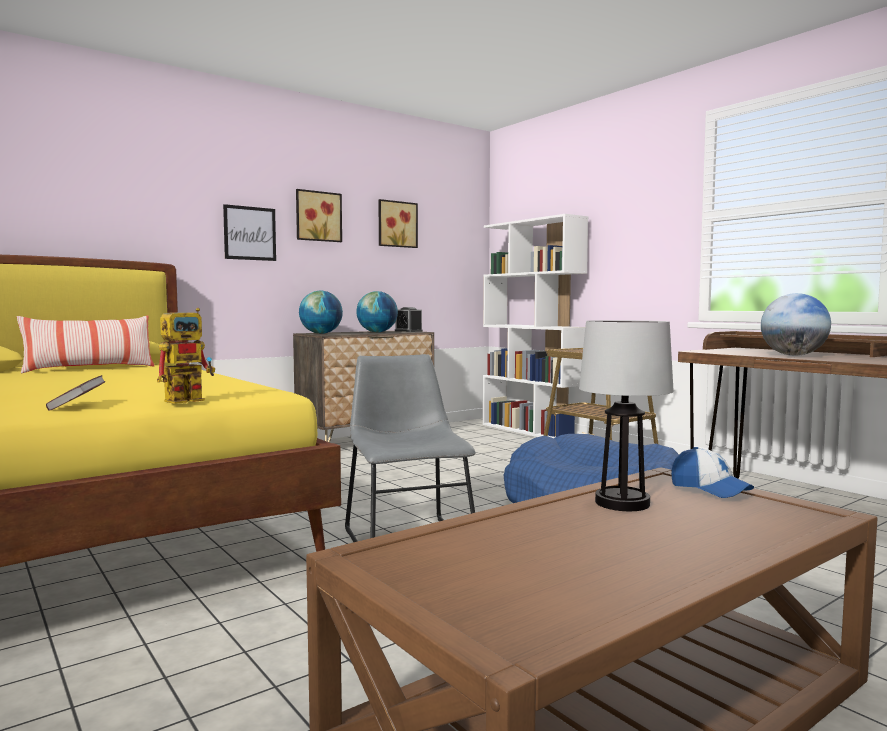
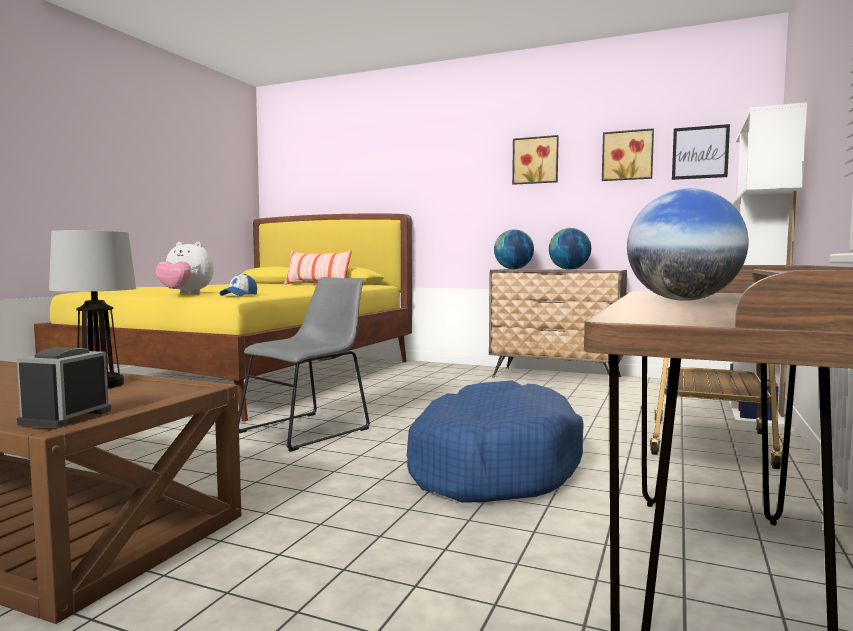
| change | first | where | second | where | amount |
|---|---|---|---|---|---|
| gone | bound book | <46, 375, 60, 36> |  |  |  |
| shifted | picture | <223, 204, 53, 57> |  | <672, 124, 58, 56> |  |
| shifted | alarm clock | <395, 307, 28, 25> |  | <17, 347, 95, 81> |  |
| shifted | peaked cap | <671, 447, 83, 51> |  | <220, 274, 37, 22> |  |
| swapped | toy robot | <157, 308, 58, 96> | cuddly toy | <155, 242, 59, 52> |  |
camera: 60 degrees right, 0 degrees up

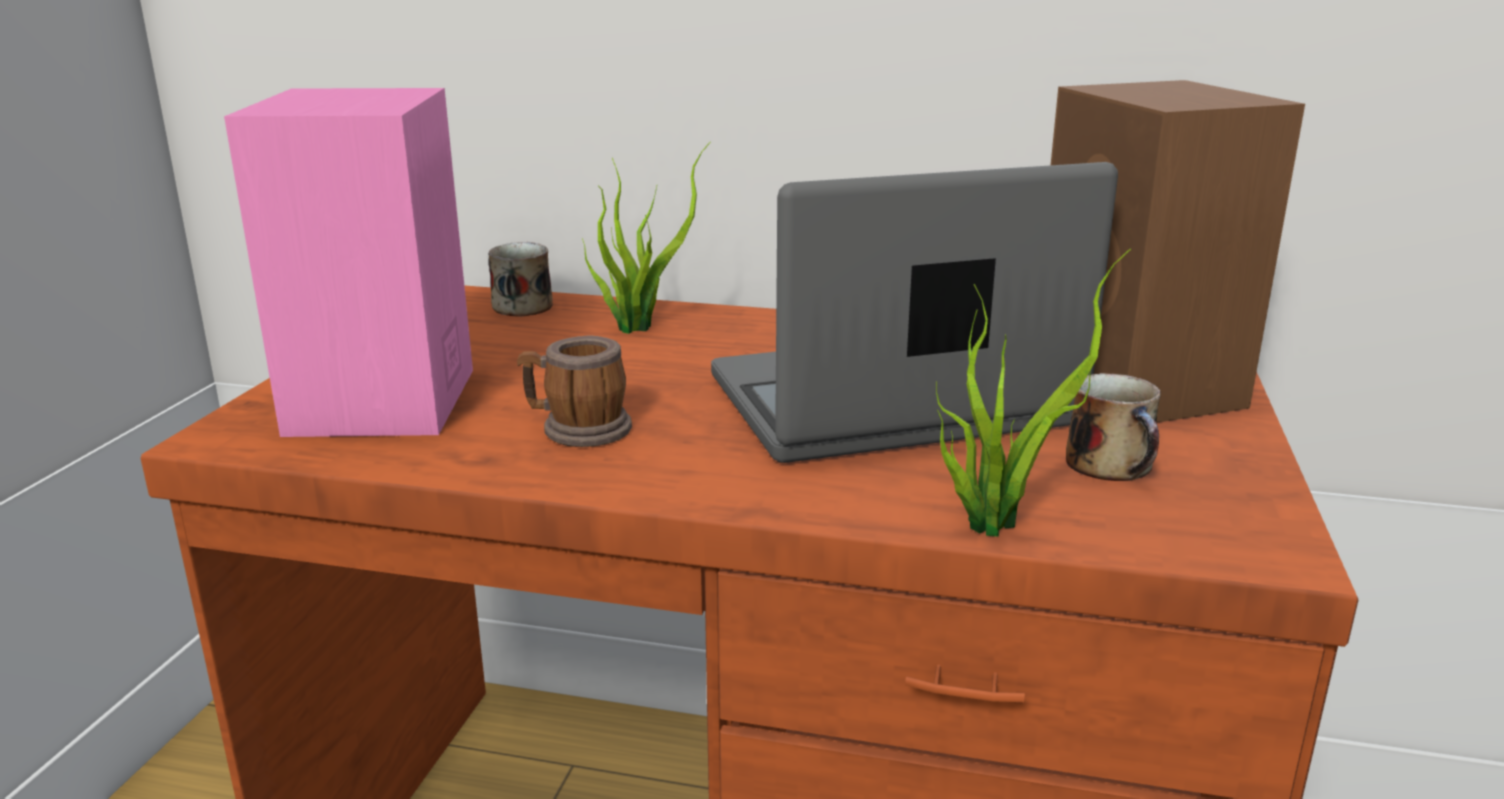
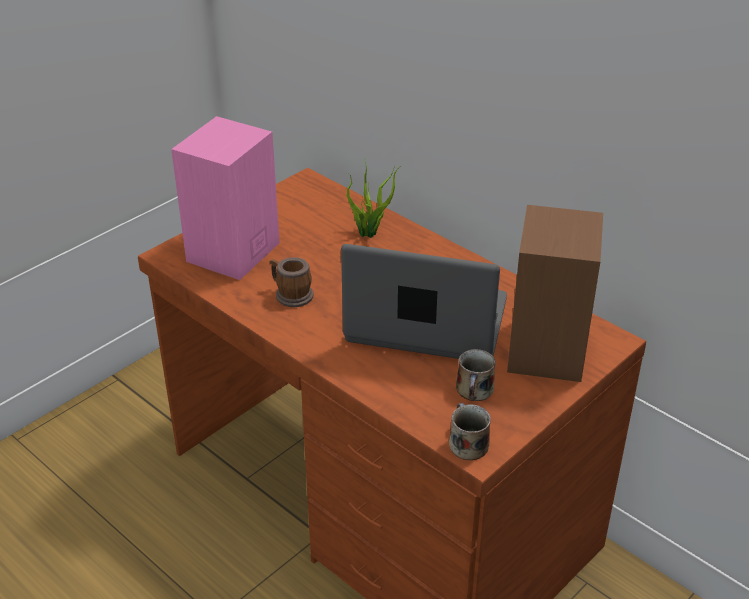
| change | first | where | second | where | amount |
|---|---|---|---|---|---|
| gone | houseplant | <936, 249, 195, 288> |  |  |  |
| shifted | coffee mug | <489, 242, 64, 74> |  | <449, 403, 42, 57> |  |
camera: 30 degrees right, 15 degrees up

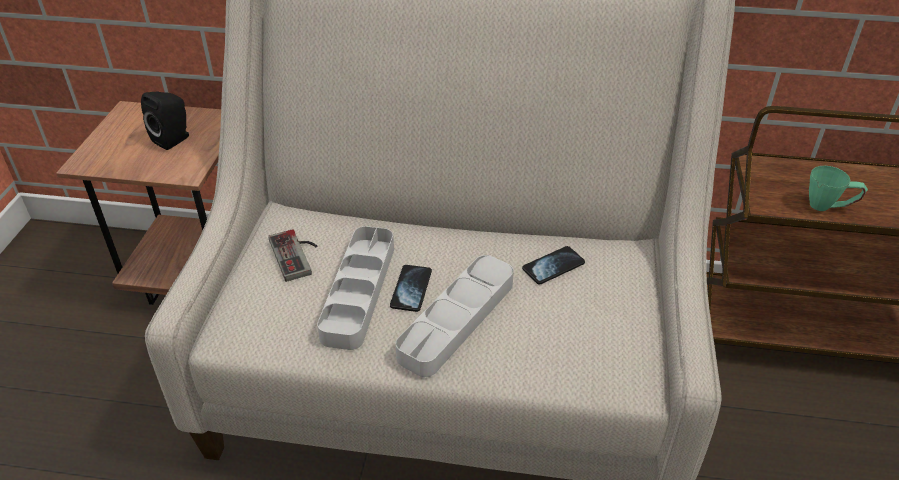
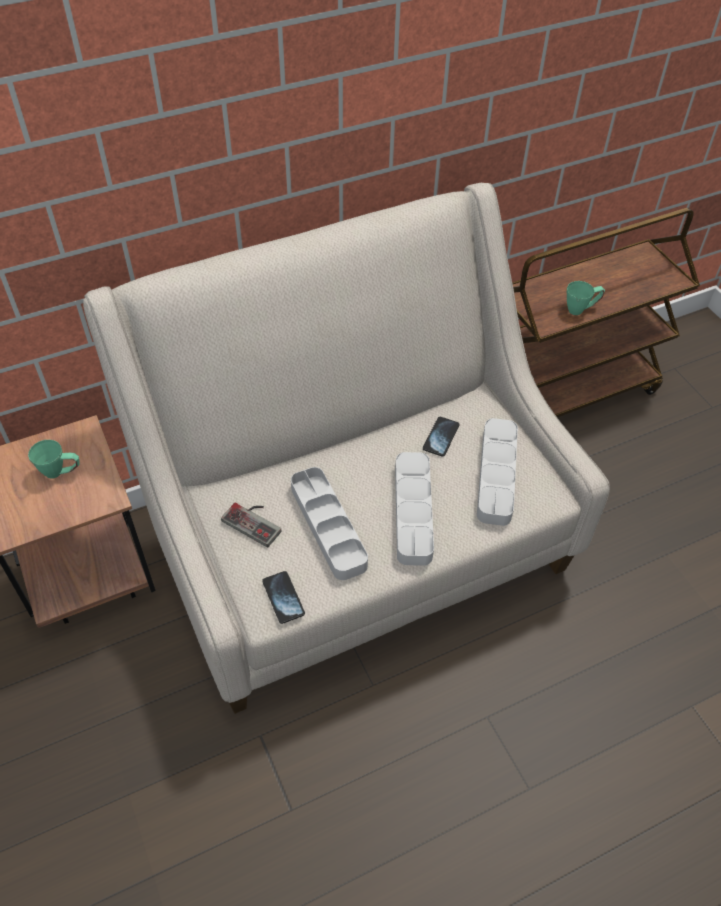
| change | first | where | second | where | amount |
|---|---|---|---|---|---|
| new |  |  | gray serving tray | <477, 418, 41, 108> |  |
| shifted | telephone | <390, 265, 42, 47> |  | <262, 571, 43, 53> |  |
| swapped | blackish audio speaker | <141, 92, 48, 58> | green coffee mug | <28, 440, 52, 39> |  |
camera: 35 degrees left, 10 degrees up

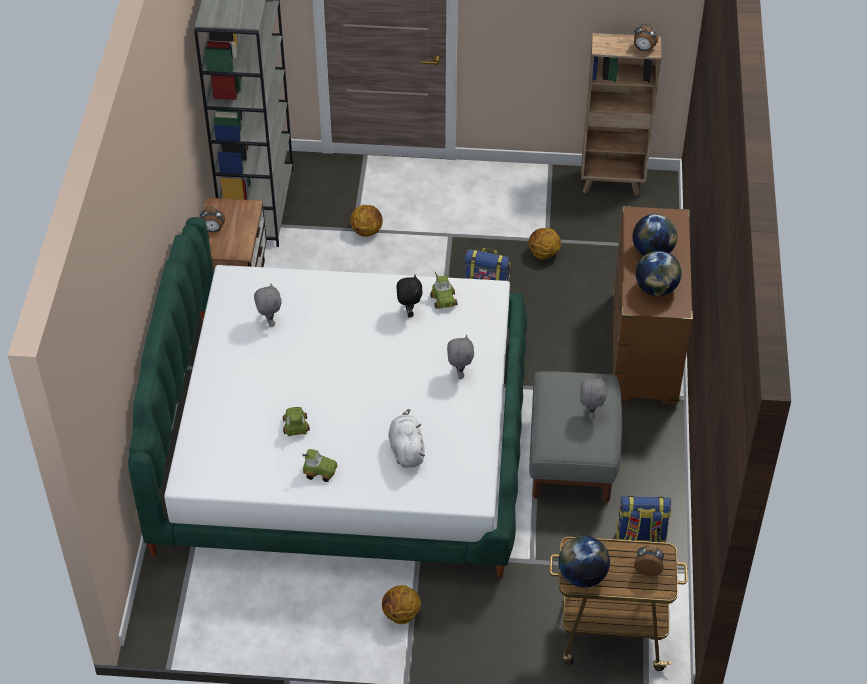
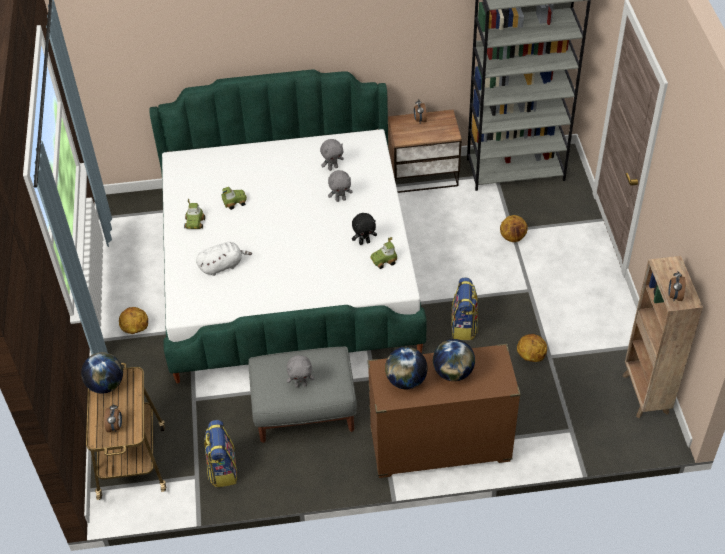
| change | first | where | second | where | amount |
|---|---|---|---|---|---|
| shifted | gray cuddly toy | <447, 335, 27, 44> |  | <328, 170, 25, 32> |  |
camera: 80 degrees right, 0 degrees up

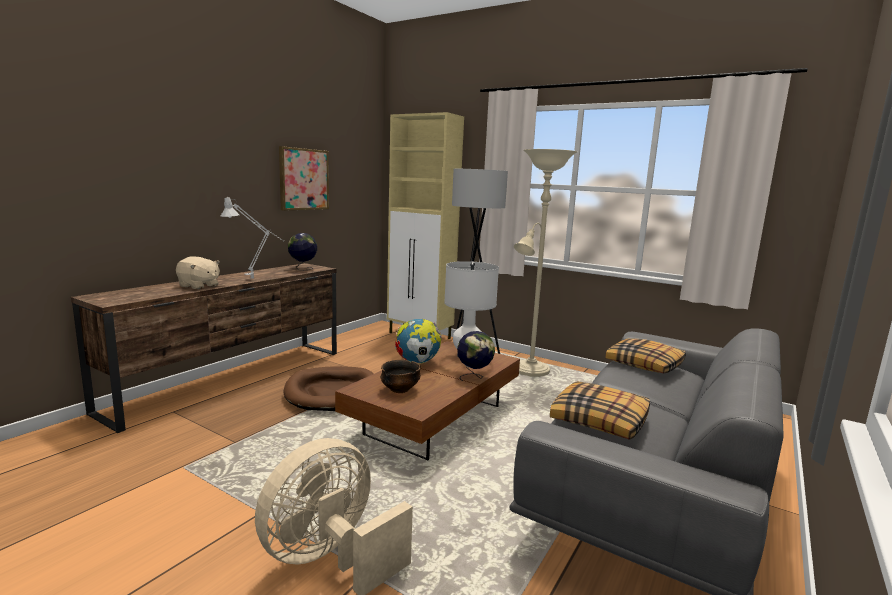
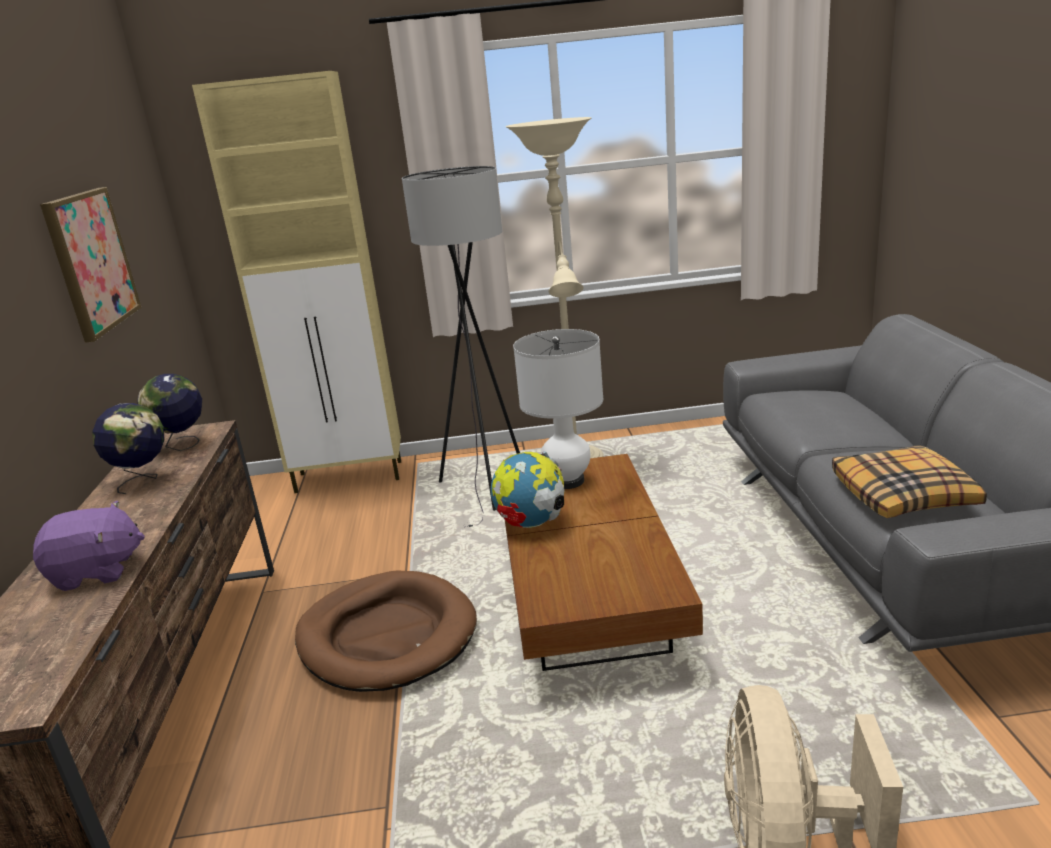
| change | first | where | second | where | amount |
|---|---|---|---|---|---|
| gone | gray table lamp | <221, 197, 63, 82> |  |  |  |
| gone | serving bowl | <381, 360, 40, 33> |  |  |  |
| gone | throw pillow | <605, 338, 81, 35> |  |  |  |
| shifted | globe | <457, 331, 38, 50> |  | <92, 403, 73, 91> |  |
| repainted | sand-coloured cuddly toy | <176, 256, 44, 34> | purplish cuddly toy | <33, 500, 112, 91> |  |
camera: 35 degrees left, 10 degrees up

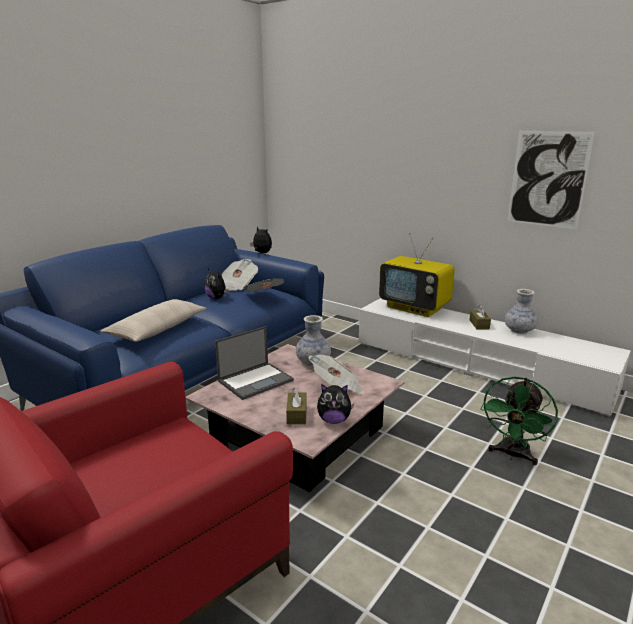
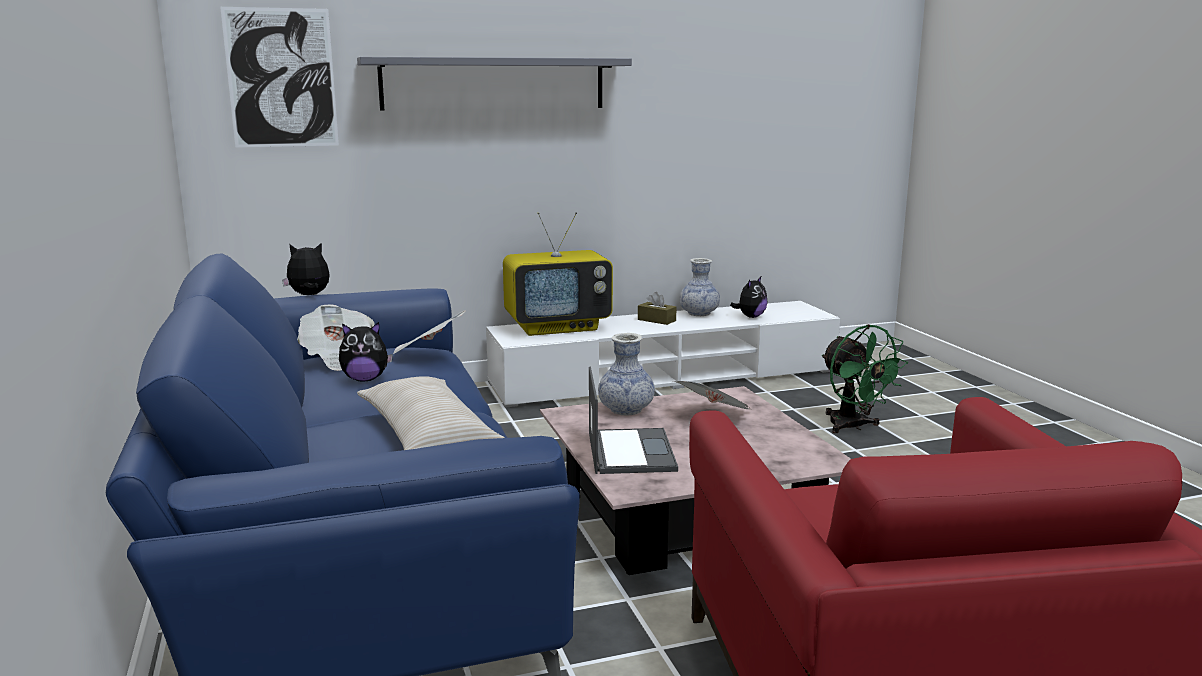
| change | first | where | second | where | amount |
|---|---|---|---|---|---|
| gone | brown-coloured box of tissues | <286, 388, 21, 36> |  |  |  |
| new |  |  | gray wall shelf | <357, 57, 275, 53> |  |
| shifted | cuddly toy | <317, 384, 37, 40> |  | <730, 277, 37, 41> |  |
| shifted | picture | <508, 131, 87, 98> |  | <220, 7, 119, 141> |  |
camera: 55 degrees left, 5 degrees down

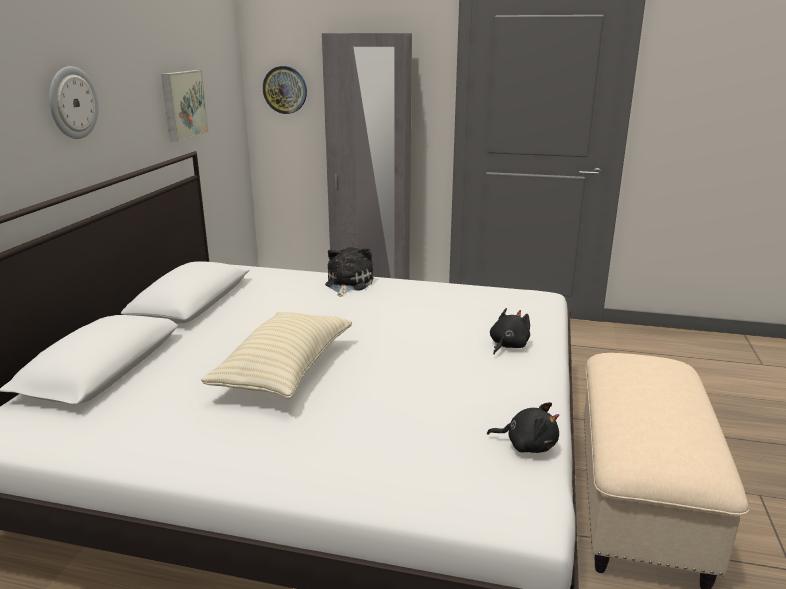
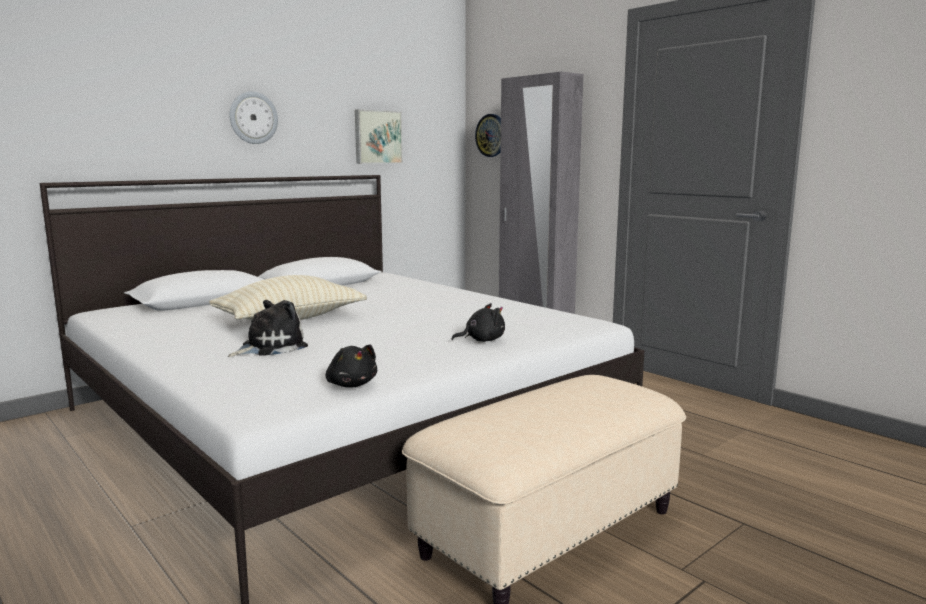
| change | first | where | second | where | amount |
|---|---|---|---|---|---|
| shifted | cuddly toy | <325, 247, 49, 50> |  | <228, 300, 80, 57> |  |
camera: 35 degrees right, 10 degrees down

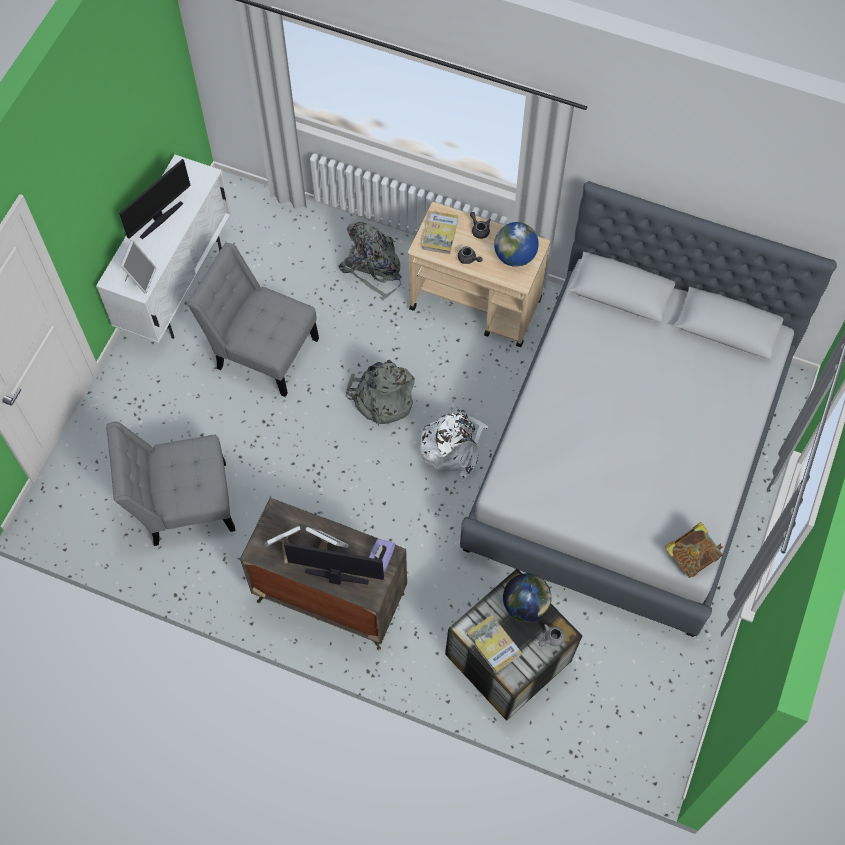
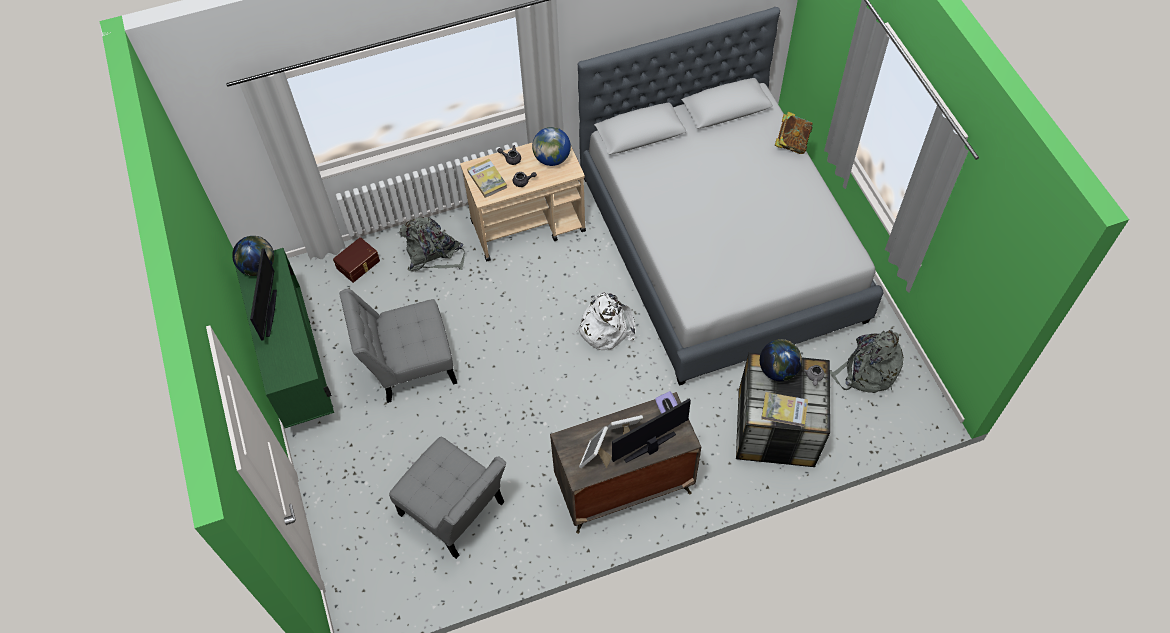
| change | first | where | second | where | amount |
|---|---|---|---|---|---|
| gone | standing frame | <120, 240, 36, 54> |  |  |  |
| new |  |  | globe | <232, 236, 42, 40> |  |
| new |  |  | brown-coloured storage bin | <333, 237, 47, 46> |  |
| shifted | gray knapsack | <346, 360, 69, 66> |  | <830, 330, 74, 63> |  |
| shifted | bound book | <665, 522, 58, 56> |  | <775, 112, 38, 42> |  |
| repainted | white-coloured storage cabinet | <96, 155, 135, 188> | green storage cabinet | <235, 248, 99, 180> |  |
| rotated | gray chair | <106, 422, 129, 124> |  | <389, 437, 117, 122> | 90 degrees counterclockwise |
camera: 40 degrees left, 5 degrees down

